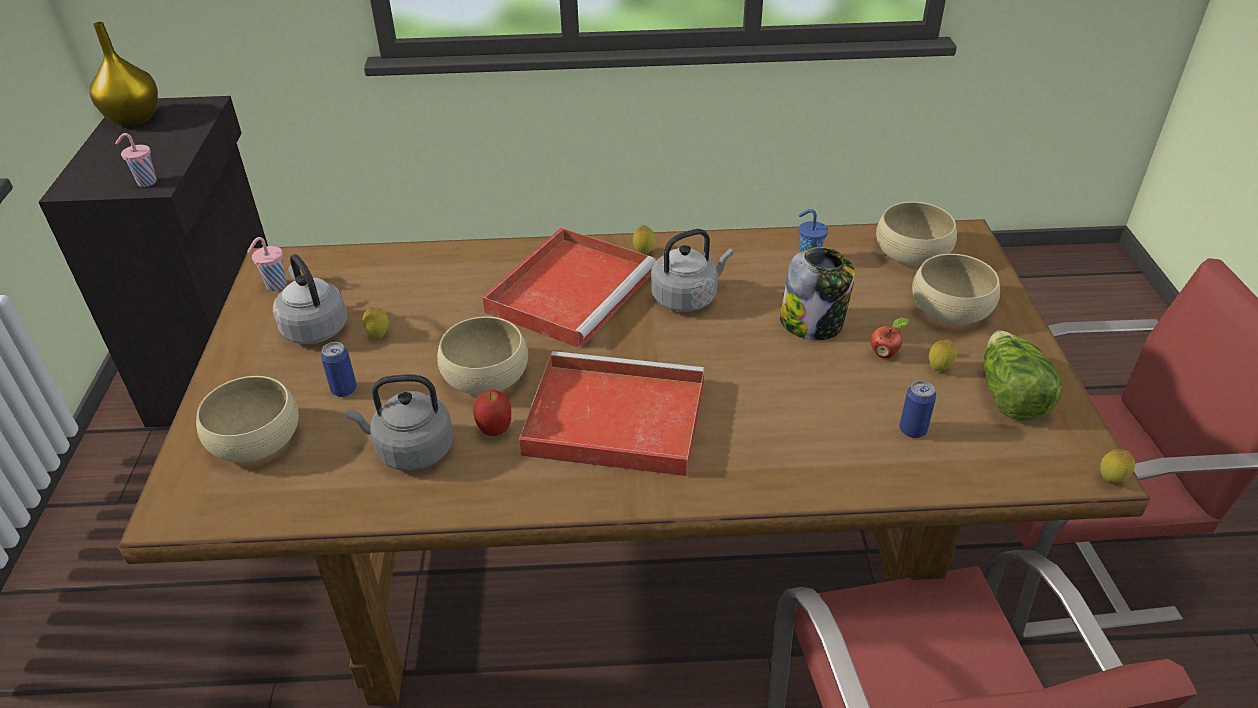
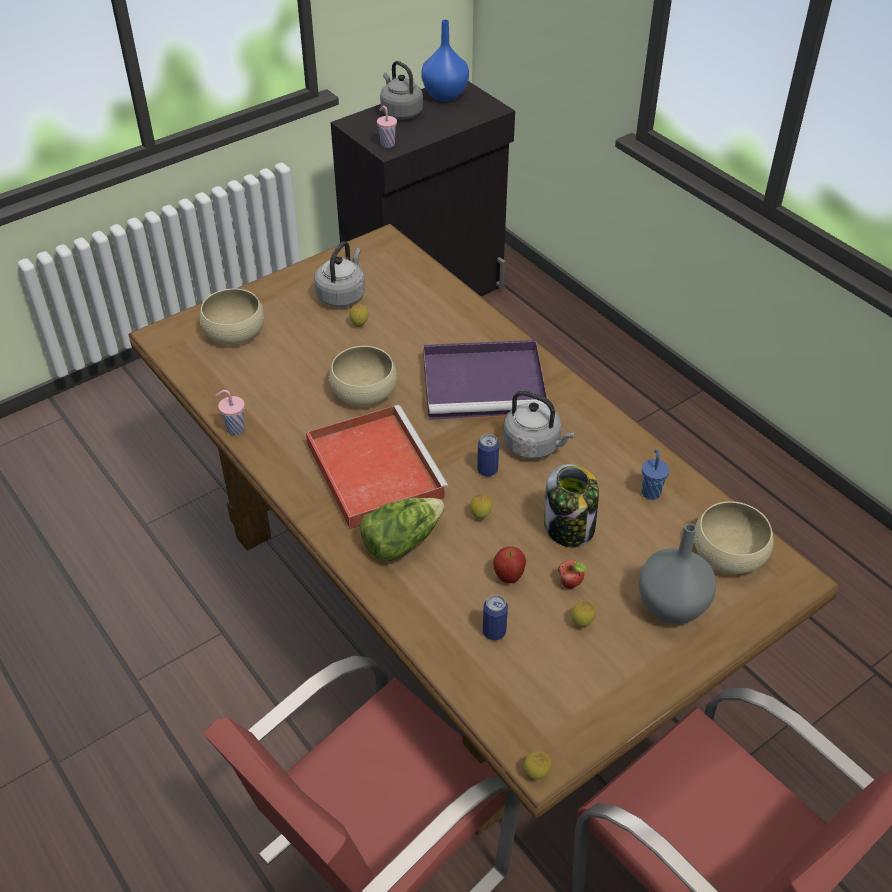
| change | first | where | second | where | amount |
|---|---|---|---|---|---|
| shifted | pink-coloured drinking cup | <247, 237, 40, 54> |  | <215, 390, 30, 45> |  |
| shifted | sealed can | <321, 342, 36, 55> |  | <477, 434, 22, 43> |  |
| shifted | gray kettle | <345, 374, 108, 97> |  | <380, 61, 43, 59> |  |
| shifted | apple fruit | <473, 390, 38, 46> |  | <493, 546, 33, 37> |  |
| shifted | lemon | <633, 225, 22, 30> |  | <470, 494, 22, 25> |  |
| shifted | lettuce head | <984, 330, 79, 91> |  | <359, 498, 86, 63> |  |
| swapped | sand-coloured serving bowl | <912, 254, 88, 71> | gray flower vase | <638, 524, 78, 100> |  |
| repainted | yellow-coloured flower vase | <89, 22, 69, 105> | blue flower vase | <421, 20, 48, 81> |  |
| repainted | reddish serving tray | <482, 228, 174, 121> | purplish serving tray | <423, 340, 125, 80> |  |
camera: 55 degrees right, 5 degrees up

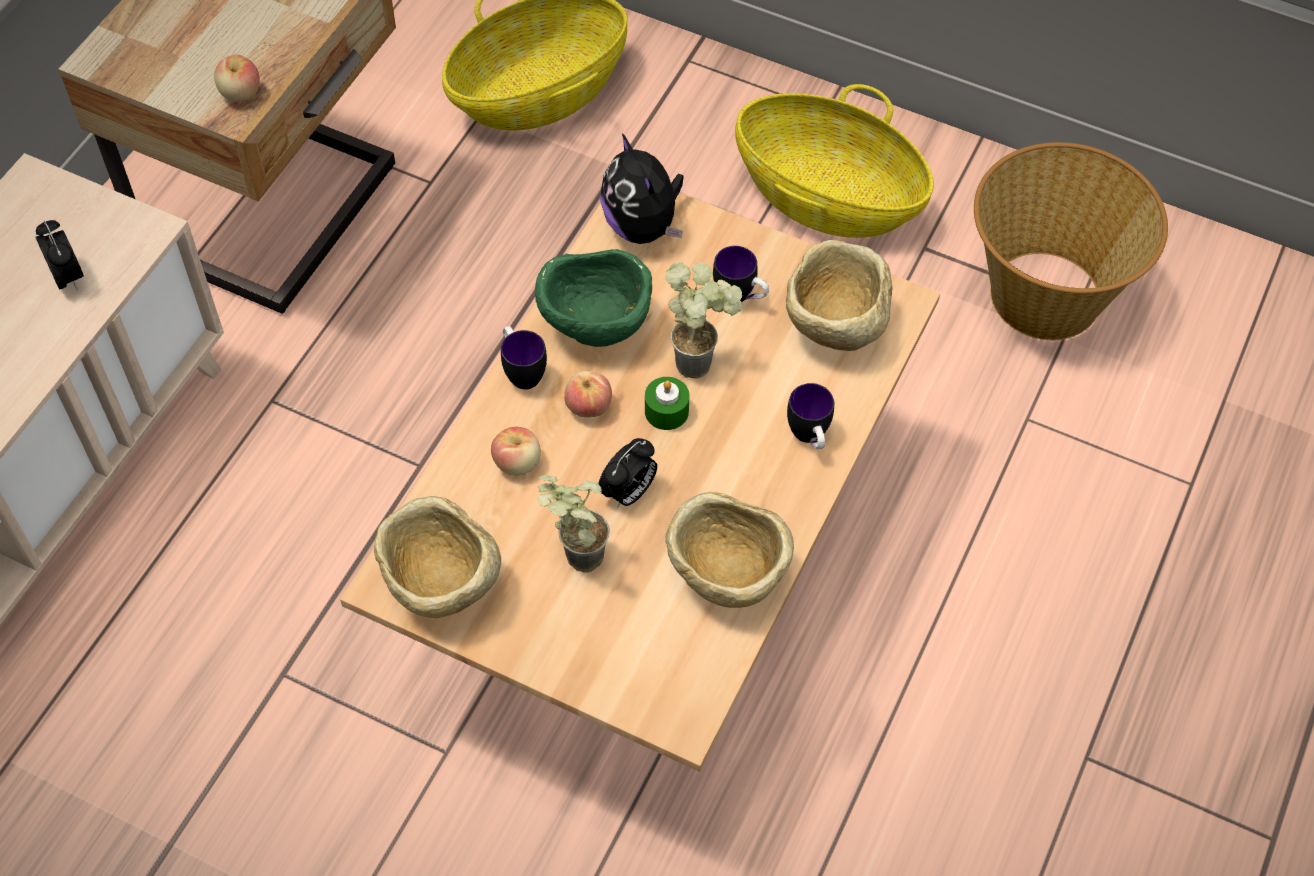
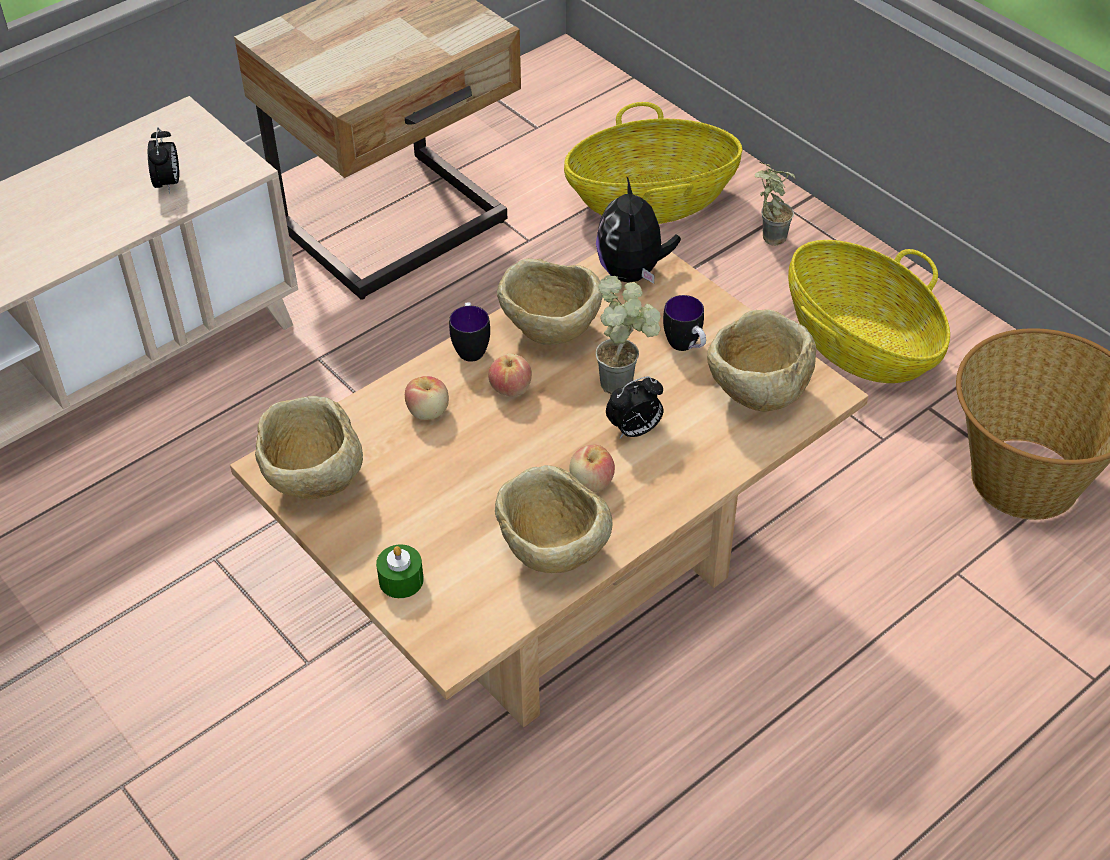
| change | first | where | second | where | amount |
|---|---|---|---|---|---|
| gone | coffee mug | <787, 383, 47, 66> |  |  |  |
| shifted | apple fruit | <214, 55, 46, 47> |  | <569, 445, 46, 47> |  |
| shifted | houseplant | <538, 475, 72, 98> |  | <755, 162, 40, 84> |  |
| shifted | alarm clock | <598, 438, 59, 70> |  | <606, 376, 58, 63> |  |
| shifted | green candle | <645, 377, 45, 53> |  | <376, 544, 48, 54> |  |
| repainted | green serving bowl | <535, 249, 117, 98> | sand-coloured serving bowl | <497, 258, 106, 87> |  |
camera: 25 degrees right, 10 degrees down

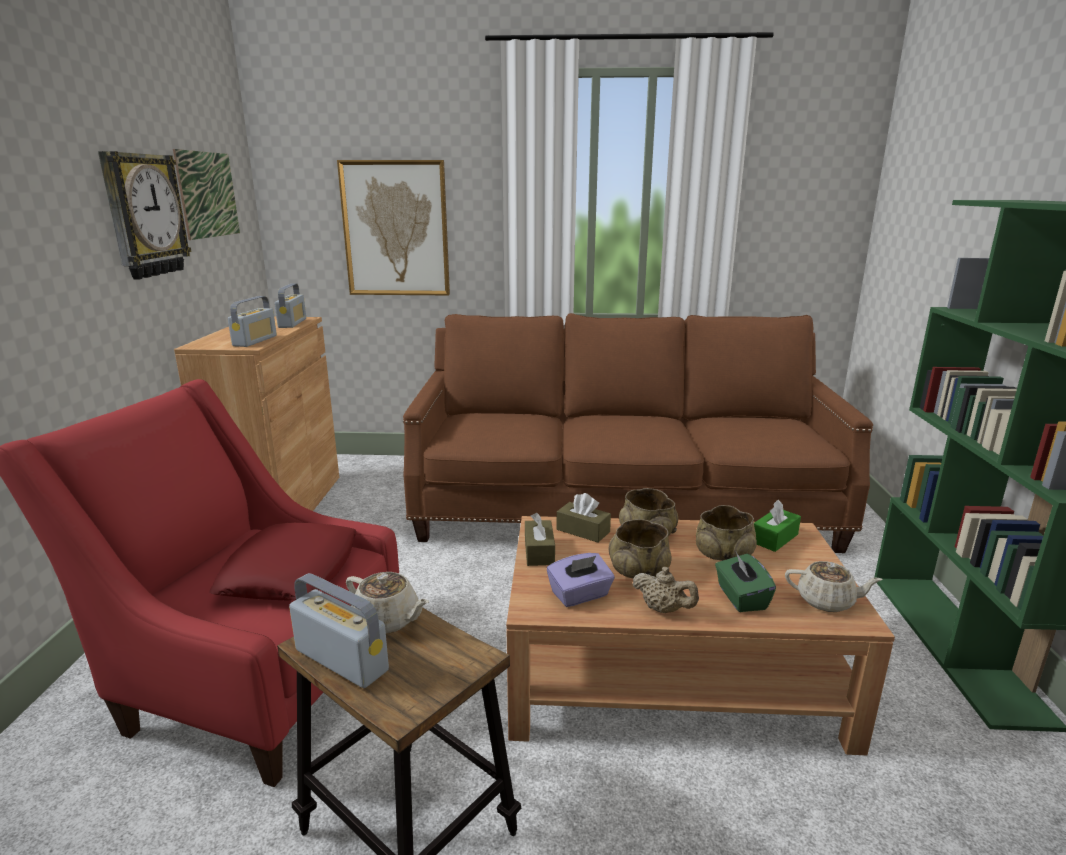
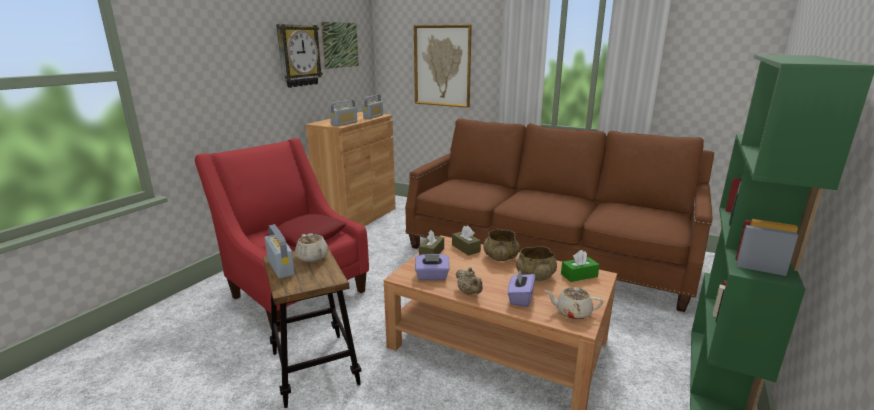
| change | first | where | second | where | amount |
|---|---|---|---|---|---|
| gone | sand-coloured serving bowl | <609, 519, 62, 59> |  |  |  |
| repainted | green box of tissues | <715, 552, 61, 60> | purplish box of tissues | <508, 270, 27, 37> |  |
| rotated | sand-coloured tea pot | <785, 561, 98, 51> |  | <545, 287, 58, 33> | 150 degrees clockwise |
camera: 25 degrees right, 0 degrees up

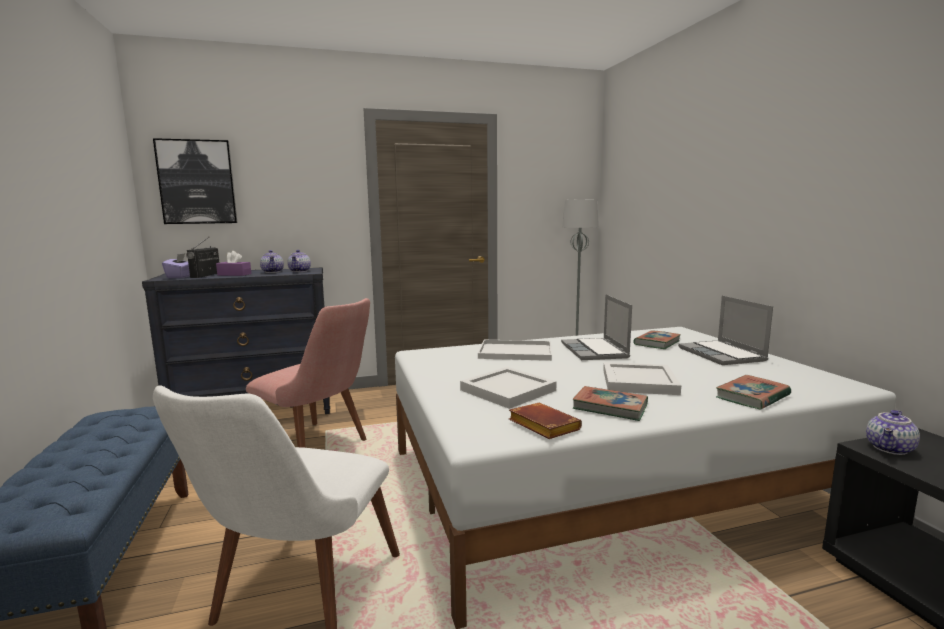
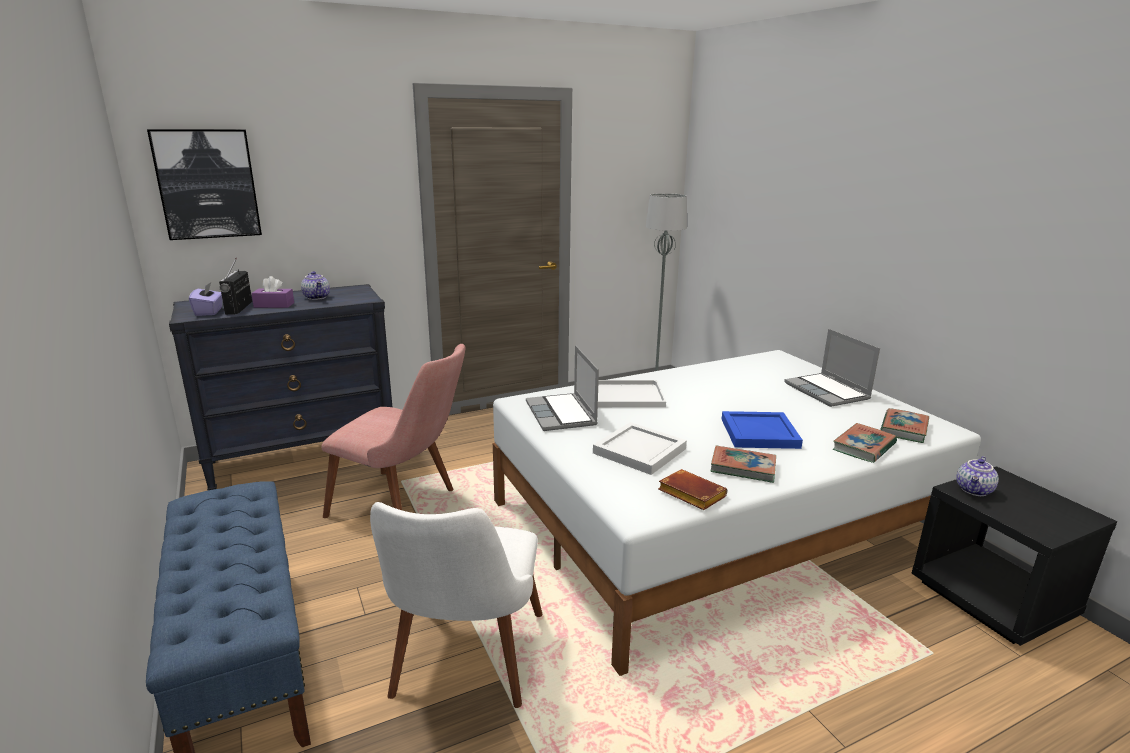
| change | first | where | second | where | amount |
|---|---|---|---|---|---|
| gone | tea pot | <287, 250, 24, 22> |  |  |  |
| shifted | laptop | <561, 294, 71, 66> |  | <526, 345, 73, 86> |  |
| shifted | bound book | <633, 330, 48, 19> |  | <880, 408, 49, 35> |  |
| repainted | white-coloured serving tray | <603, 362, 78, 33> | blue serving tray | <722, 411, 81, 38> |  |
camera: 10 degrees left, 10 degrees up

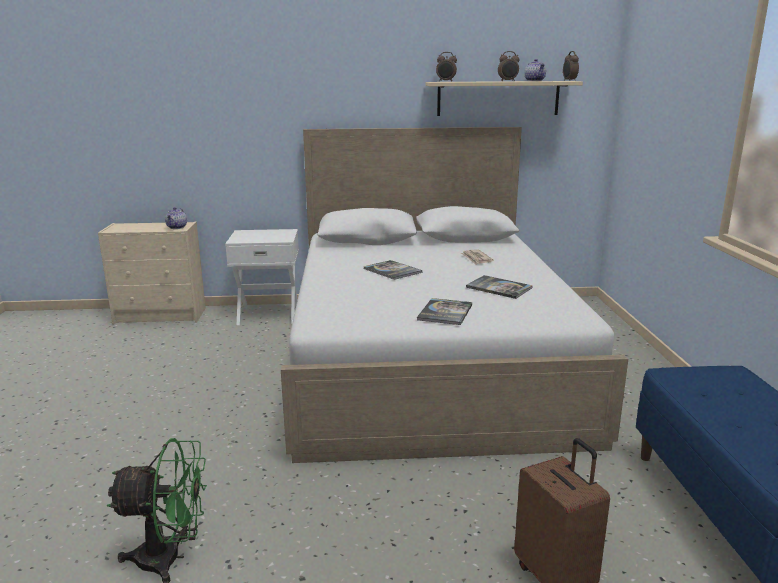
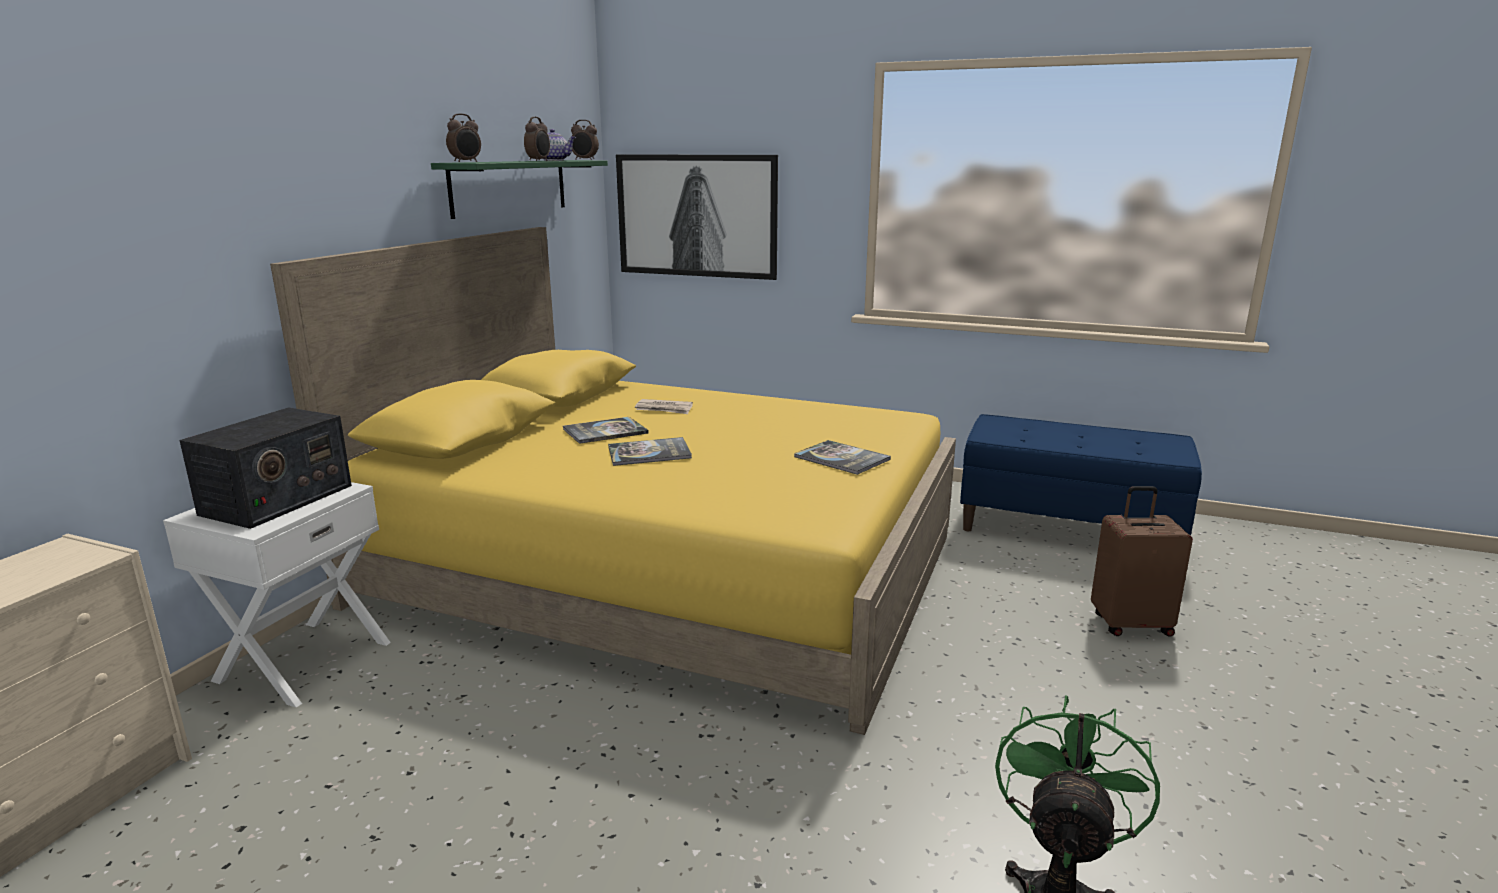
| change | first | where | second | where | amount |
|---|---|---|---|---|---|
| gone | tea pot | <165, 207, 22, 22> |  |  |  |
| new |  |  | radio | <179, 407, 173, 122> |  |
| new |  |  | picture | <616, 154, 162, 126> |  |
| shifted | bound book | <466, 275, 67, 24> |  | <563, 417, 86, 27> |  |
| repainted | white-coloured bedroom bed | <281, 127, 347, 336> | yellow-coloured bedroom bed | <270, 227, 686, 508> |  |
| repainted | sand-coloured wall shelf | <426, 81, 157, 35> | green wall shelf | <431, 160, 177, 59> |  |
camera: 65 degrees left, 0 degrees up

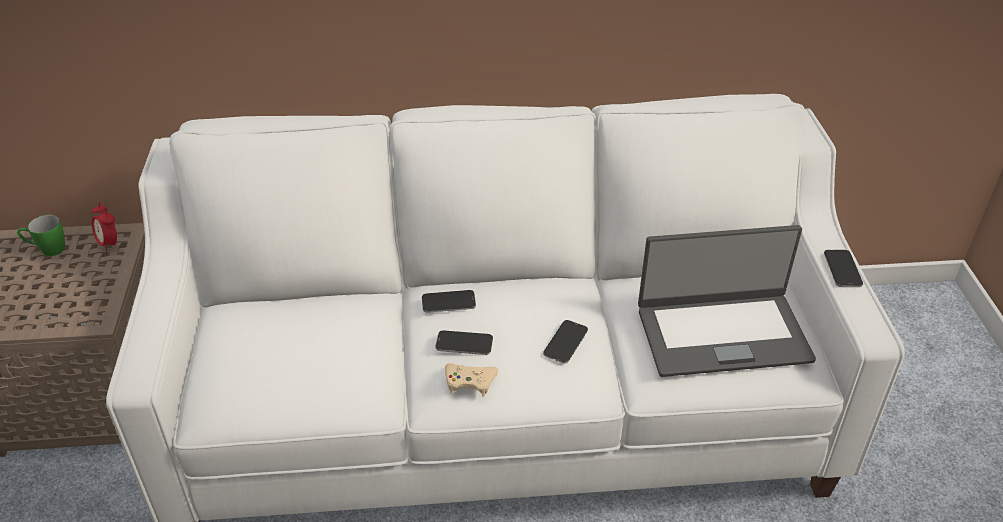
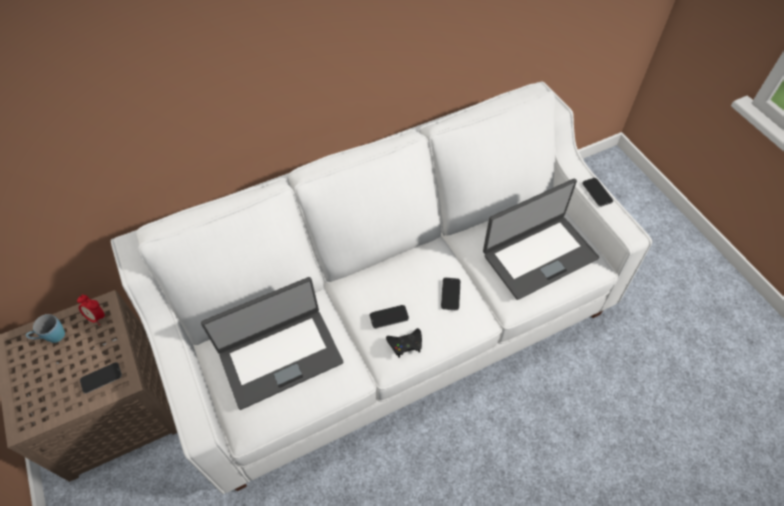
| change | first | where | second | where | amount |
|---|---|---|---|---|---|
| new |  |  | laptop | <201, 277, 142, 133> |  |
| shifted | telephone | <422, 290, 54, 23> |  | <80, 362, 42, 31> |  |
| repainted | green coffee mug | <17, 215, 48, 41> | blue coffee mug | <26, 314, 39, 29> |  |
| repainted | sand-coloured gamepad | <445, 363, 53, 34> | blackish gamepad | <386, 328, 36, 30> |  |
camera: 20 degrees left, 15 degrees up

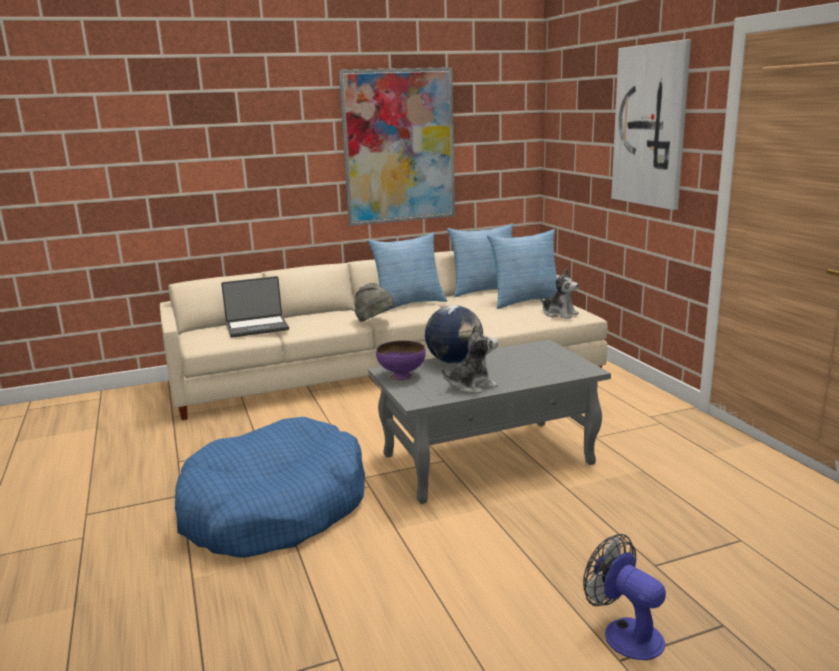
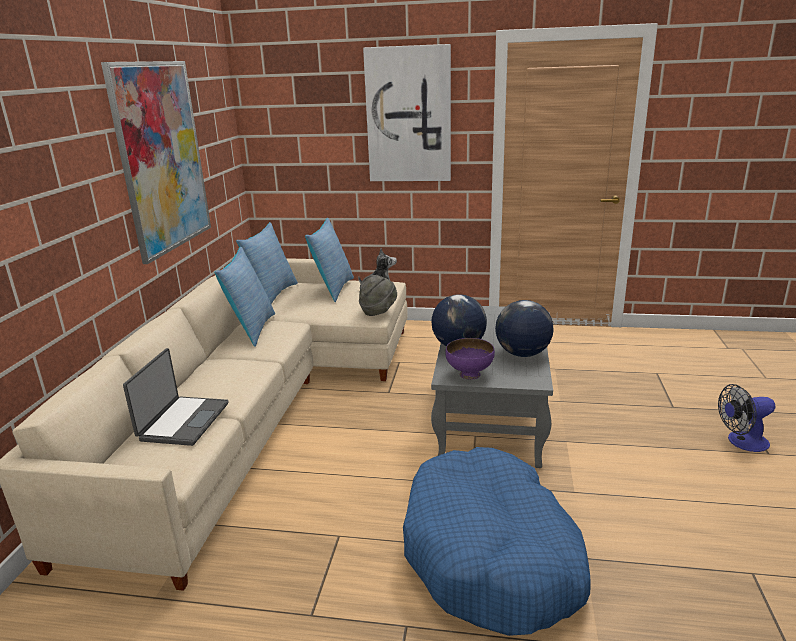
| change | first | where | second | where | amount |
|---|---|---|---|---|---|
| shifted | gray hat | <355, 283, 39, 39> |  | <359, 275, 38, 41> |  |
| swapped | cuddly toy | <441, 325, 57, 69> | globe | <495, 300, 58, 57> |  |
camera: 60 degrees left, 5 degrees up

